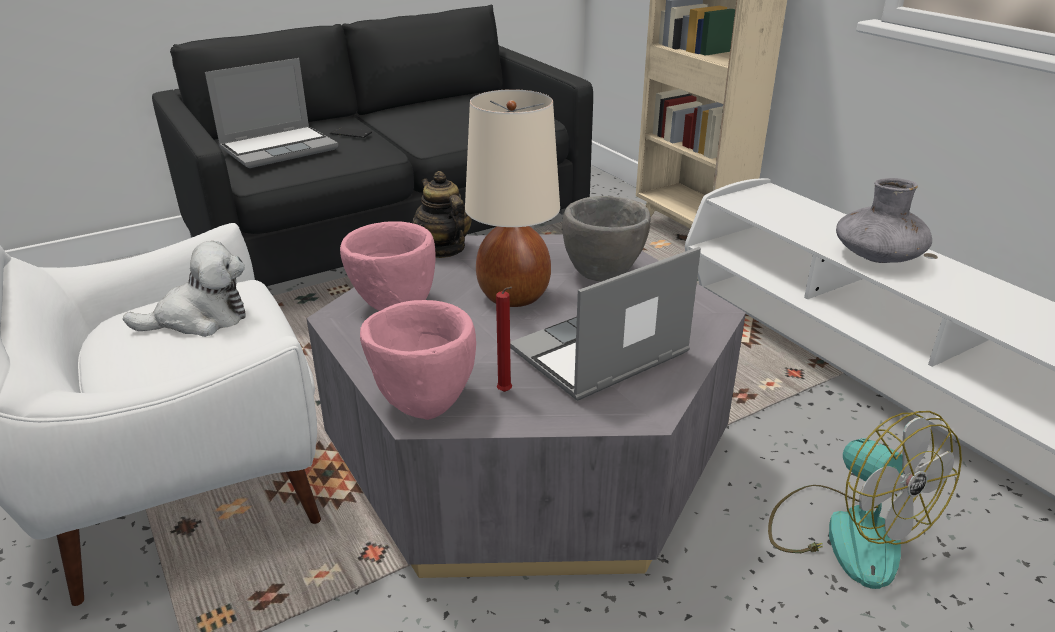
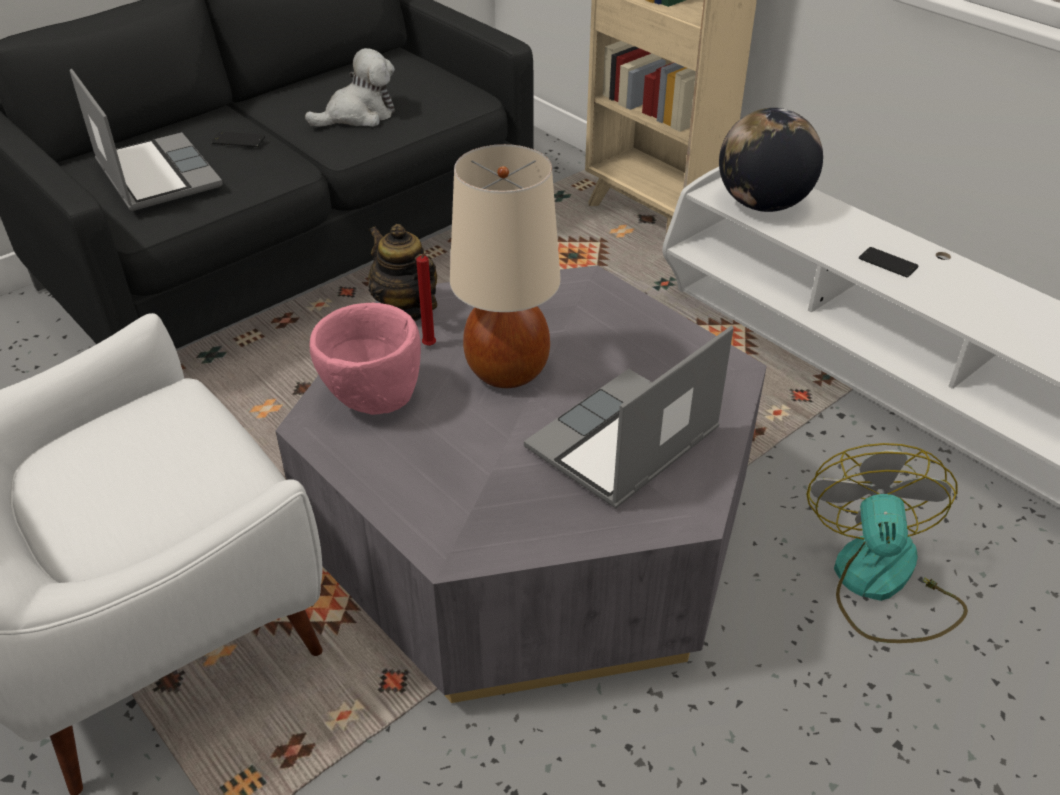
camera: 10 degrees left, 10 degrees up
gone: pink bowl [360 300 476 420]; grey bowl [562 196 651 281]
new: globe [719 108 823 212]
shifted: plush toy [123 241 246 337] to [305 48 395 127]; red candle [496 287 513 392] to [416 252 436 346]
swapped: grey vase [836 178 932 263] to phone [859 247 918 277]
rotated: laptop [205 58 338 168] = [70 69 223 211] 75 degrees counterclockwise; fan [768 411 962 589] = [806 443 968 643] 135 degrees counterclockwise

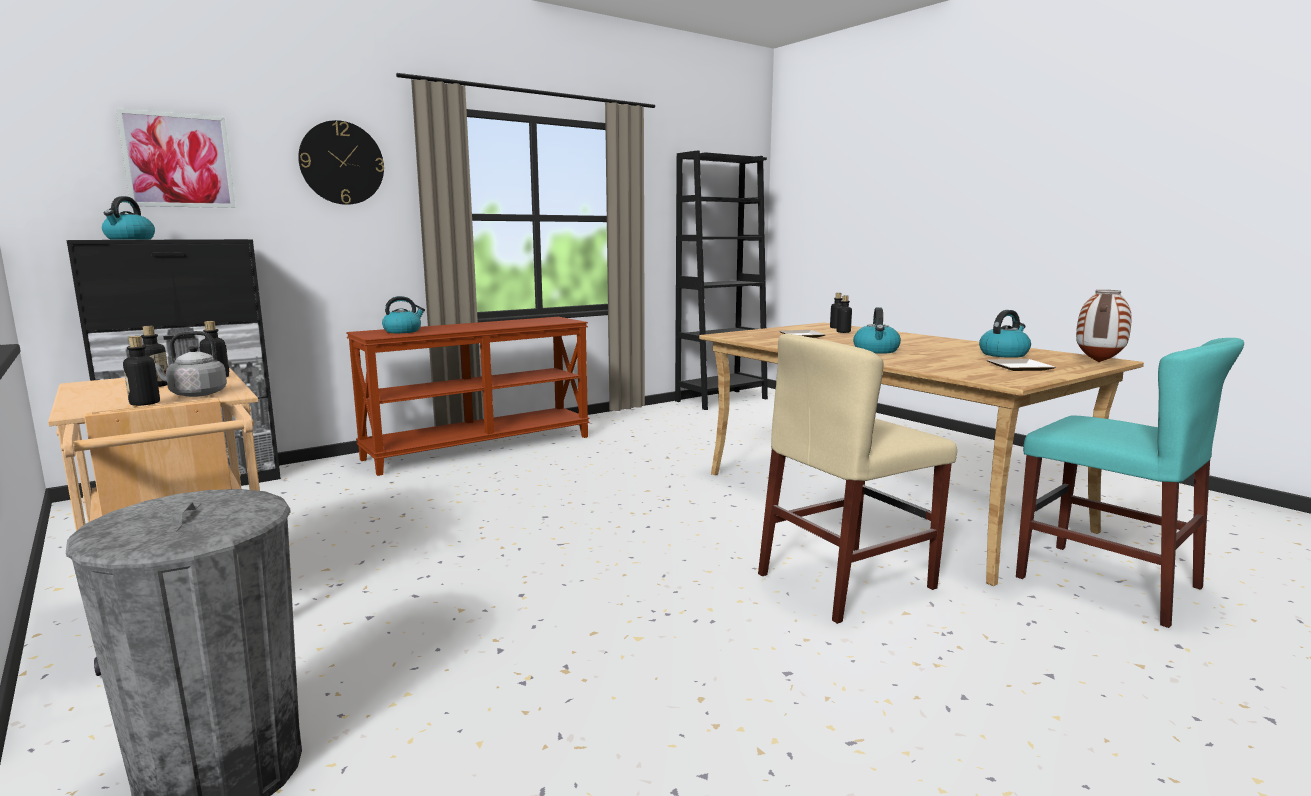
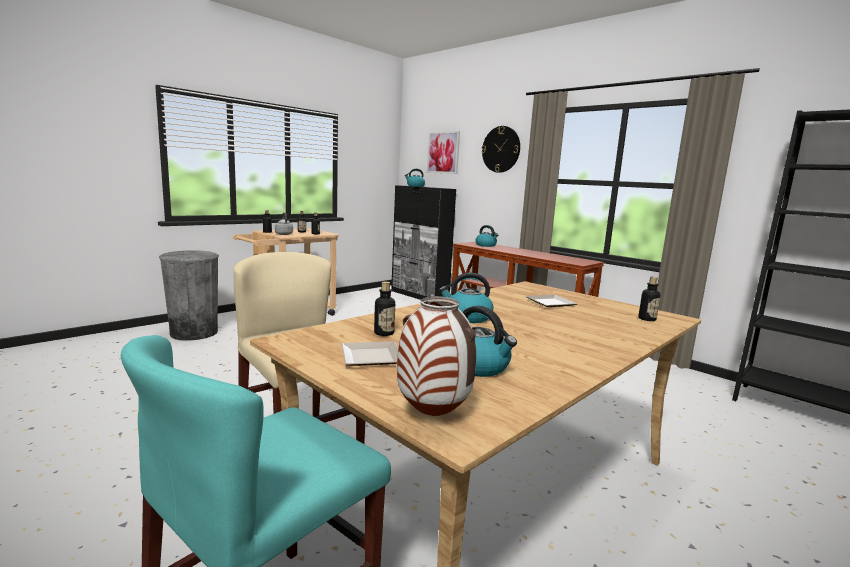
camera: 80 degrees right, 0 degrees up
shifted: bottle [837 295 852 333] to [374 281 395 336]

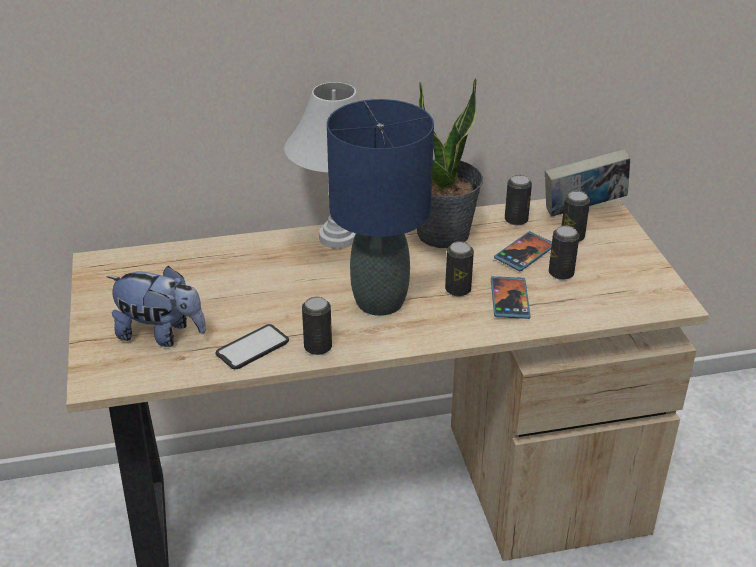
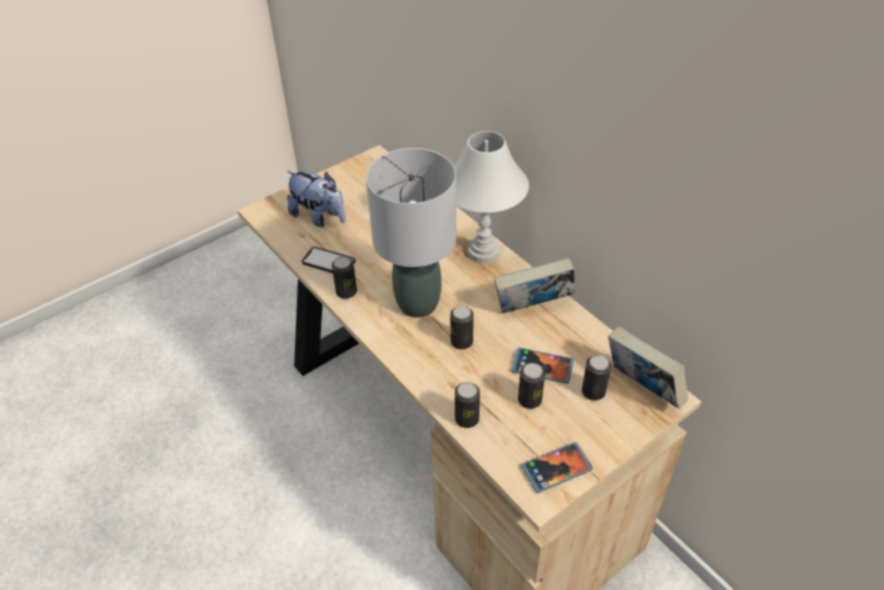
camera: 65 degrees right, 10 degrees up
shifted: can [505 175 532 225] to [455 382 480 428]; phone [491 276 530 319] to [521 442 593 493]
swapped: potted plant [417 78 483 248] to book [494 257 575 313]
repainted: blue table lamp [327 99 434 316] to grey table lamp [366 148 456 318]
rotated: plush toy [107 266 206 347] = [287 171 346 227] 45 degrees counterclockwise

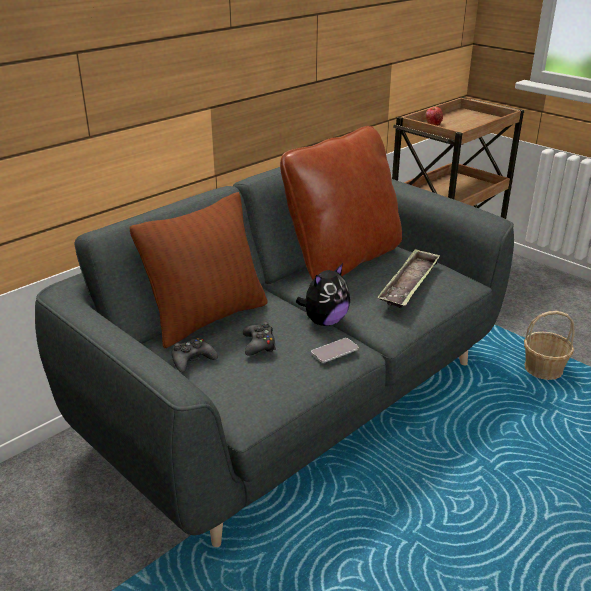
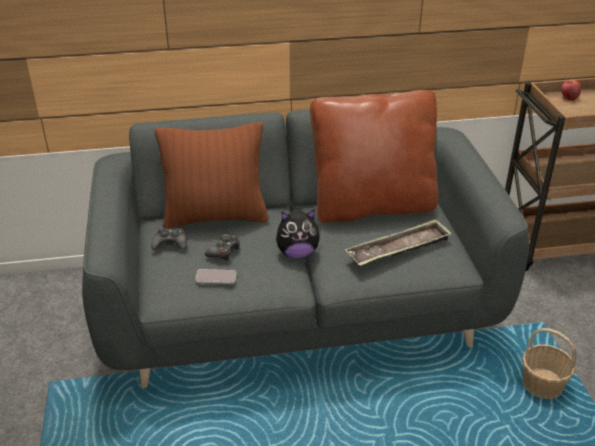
camera: 35 degrees right, 5 degrees up
shifted: phone [311 338 359 363] to [195 269 237 284]

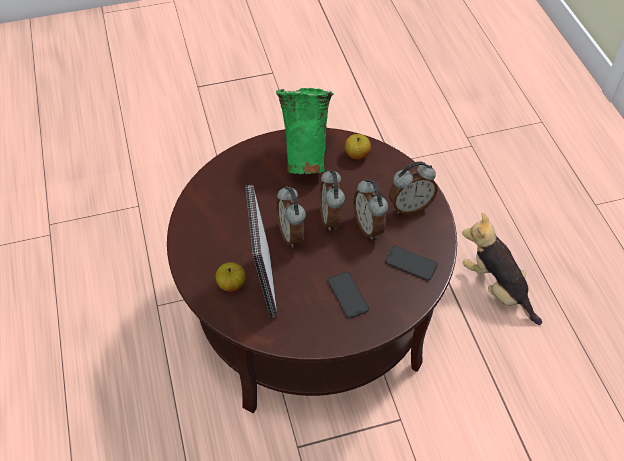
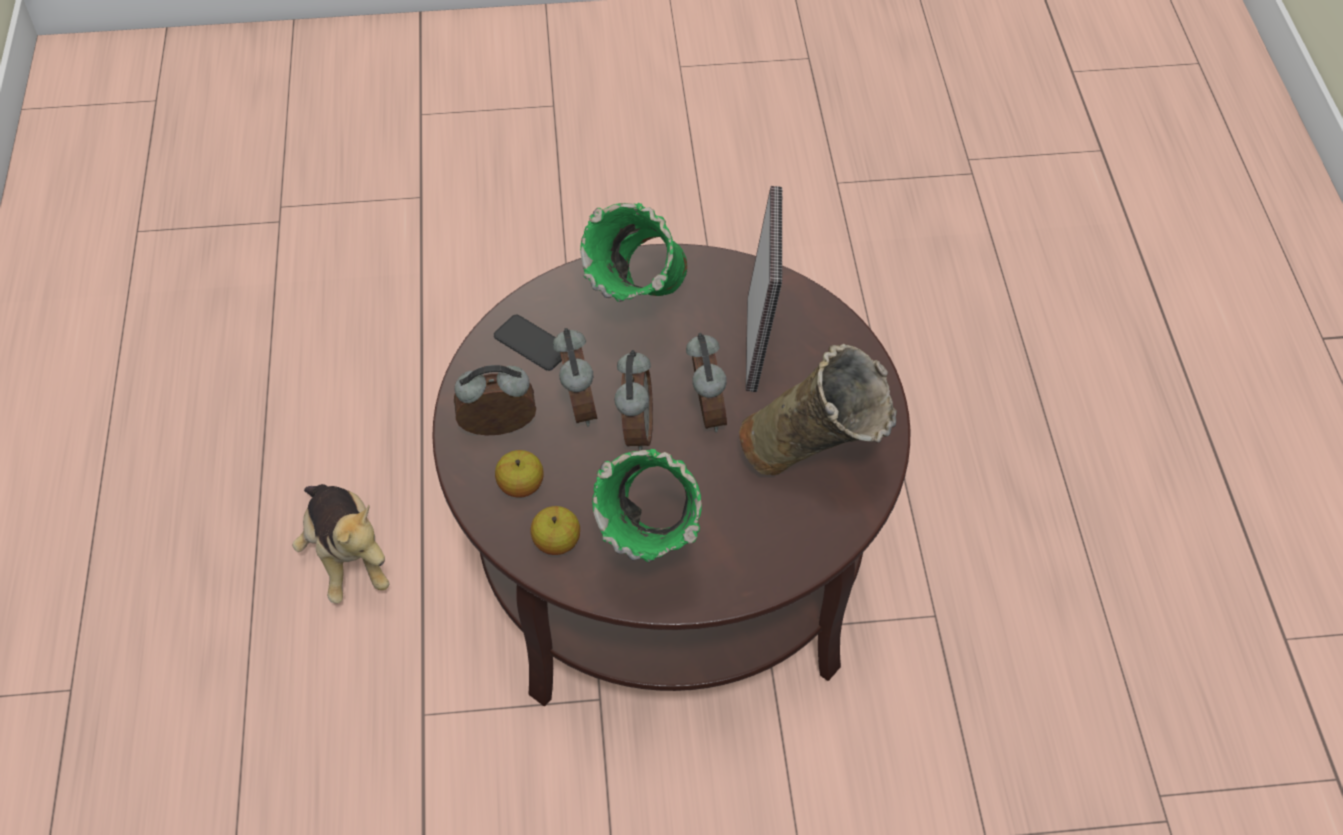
camera: 170 degrees left, 0 degrees up
new: beige vase [739 344 897 476]
shifted: apple [215 262 246 292] to [495 450 543 498]
swapped: phone [328 272 369 318] to green vase [580 203 687 302]

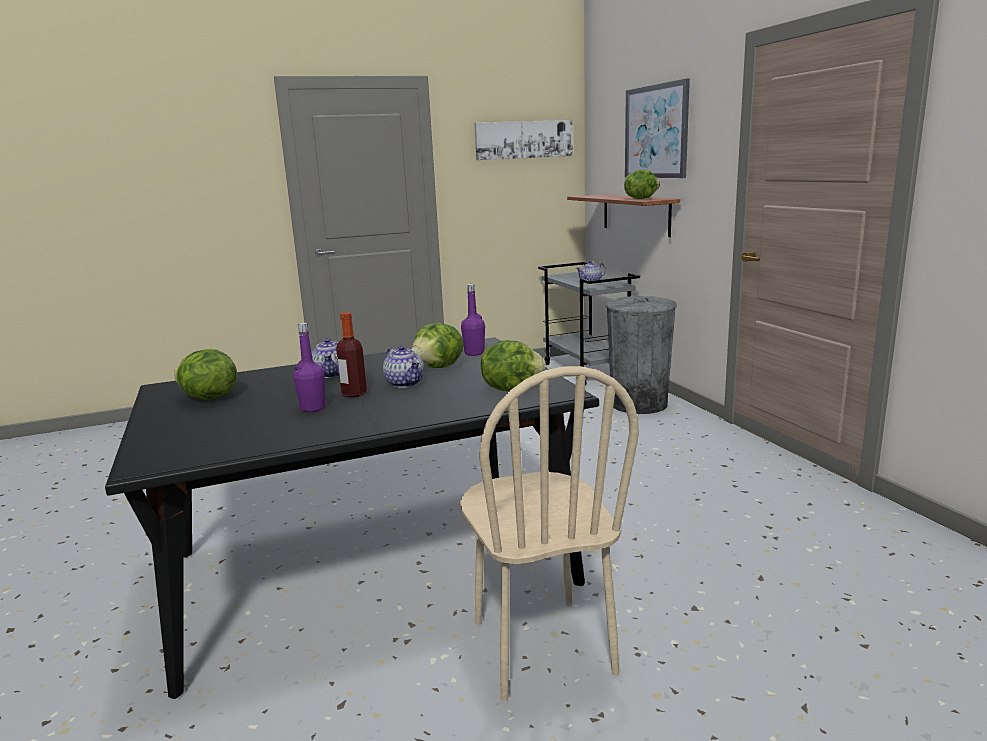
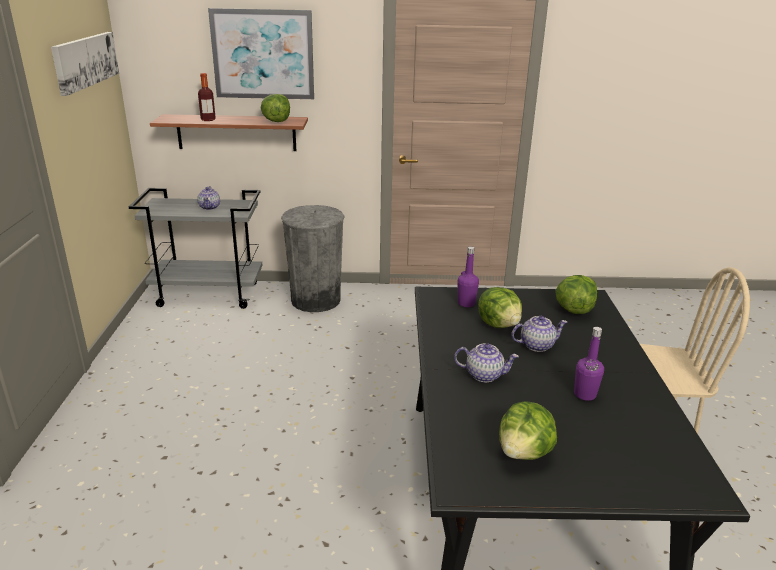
camera: 70 degrees left, 10 degrees up
shifted: bottle [336 312 367 397] to [198 73 216 121]

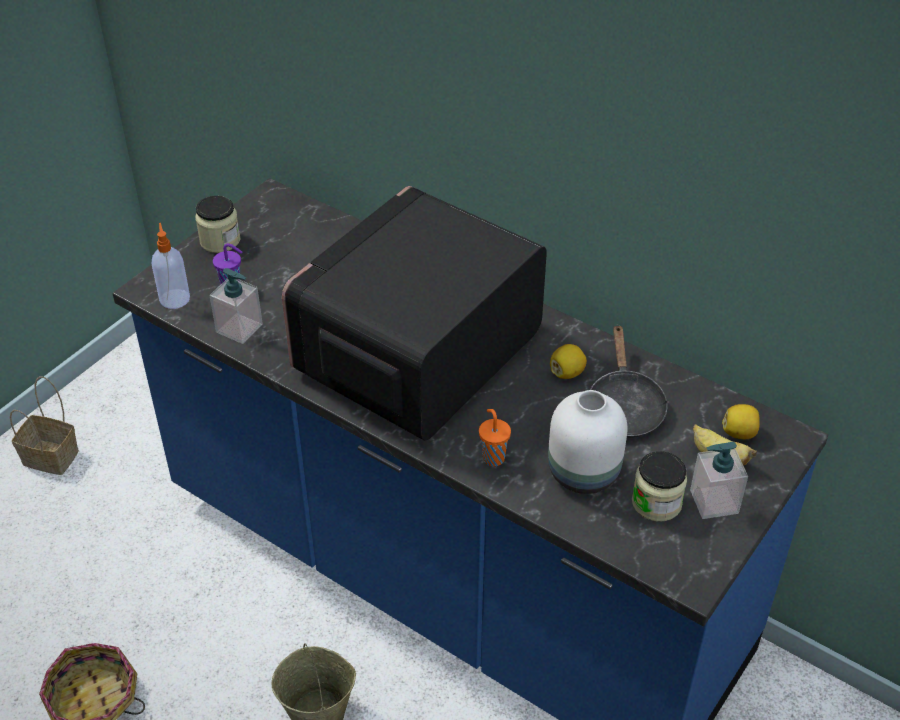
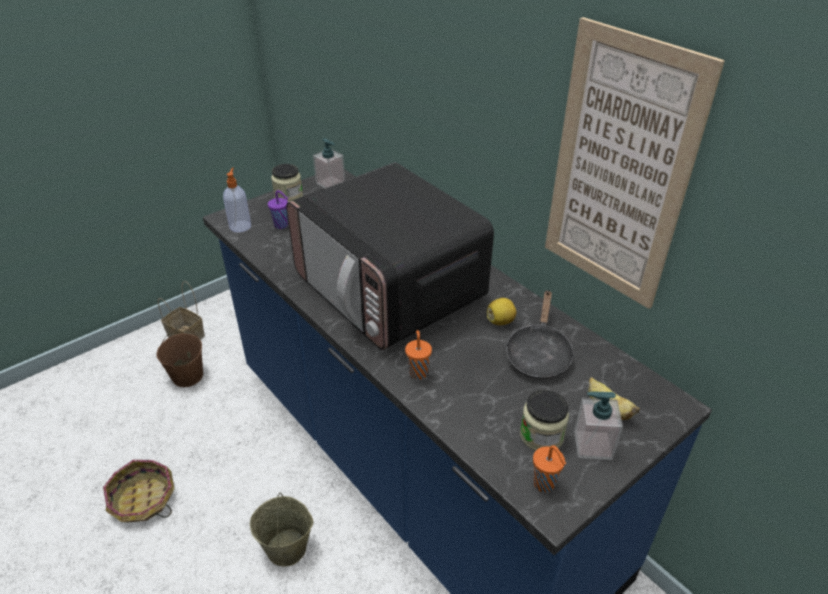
camera: 15 degrees right, 5 degrees down
gone: white vase [548 390 627 494]; lemon [722 404 760 439]
new: brown bucket [157 328 203 387]; orange cup [533 445 566 492]; picture [545 17 725 309]
shifted: soap dispenser [210 268 263 344] to [313 138 345 188]
rotated: microwave [282 186 547 441] = [286 163 494 350] 90 degrees counterclockwise

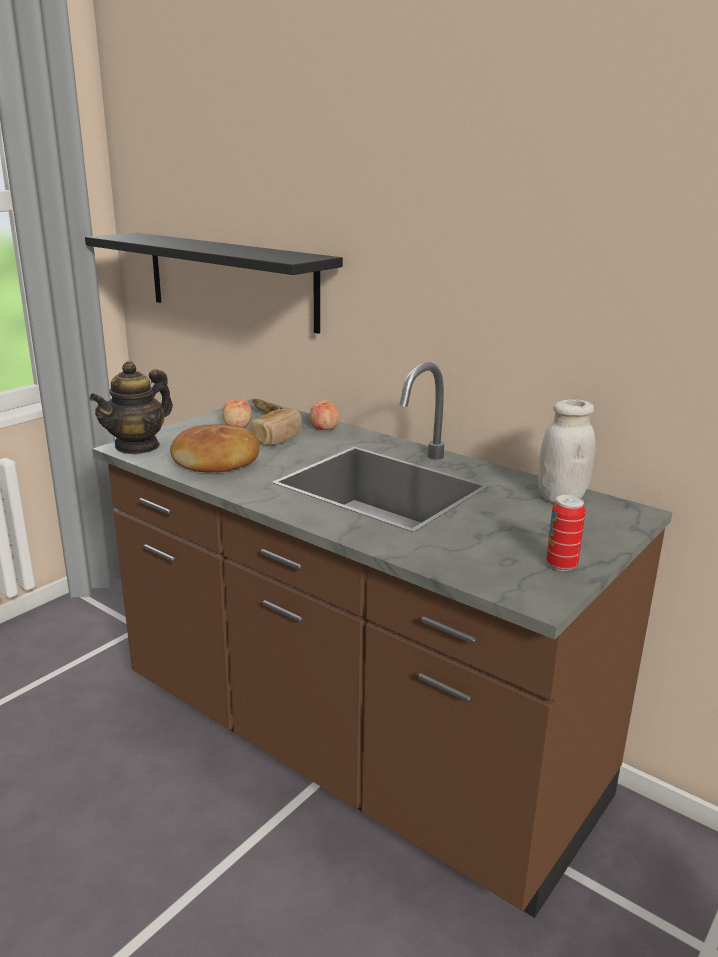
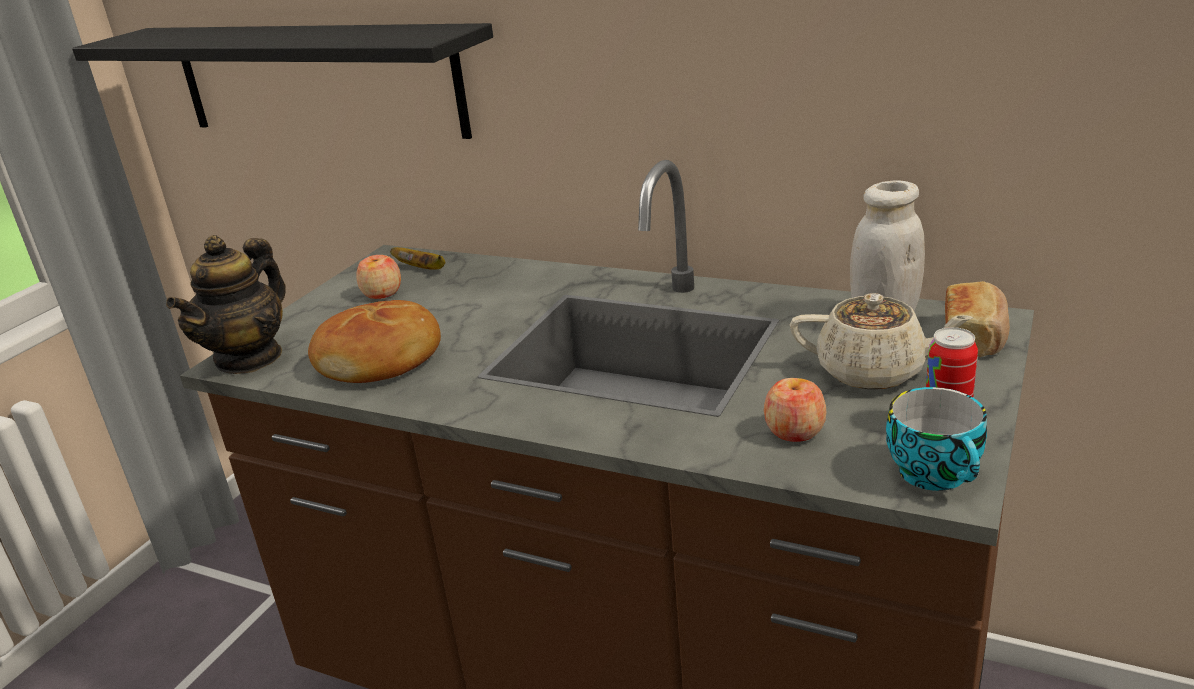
camera: 10 degrees left, 5 degrees up
new: beige teapot [790 293 973 389]; cup [886 387 987 491]
shifted: apple [310 400 339 430] to [764 378 826 442]; bread [251 409 302 445] to [945 281 1010 357]

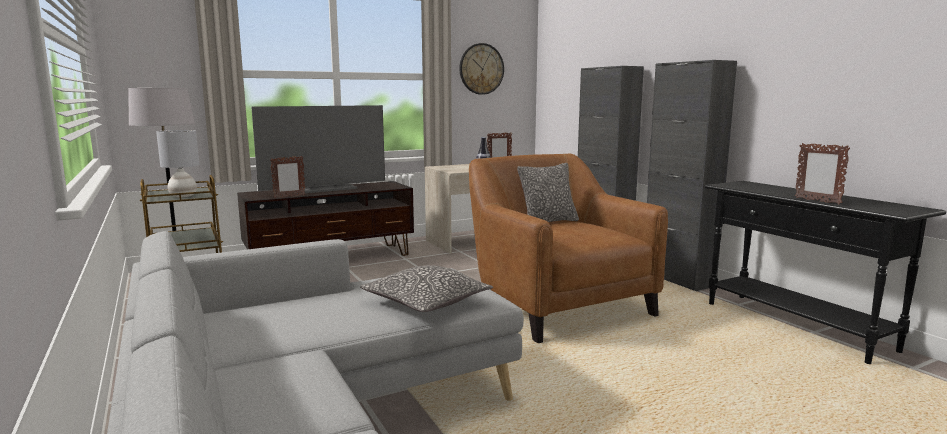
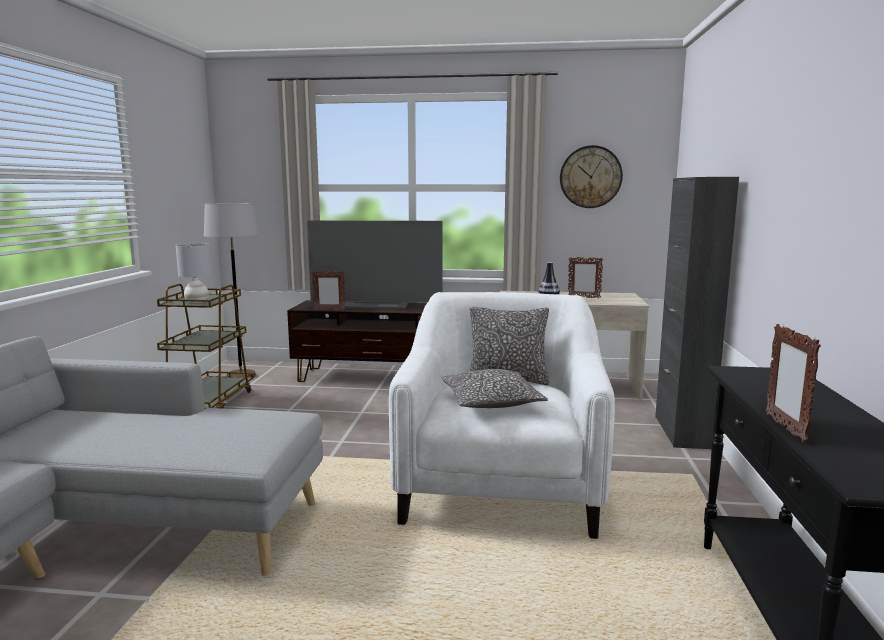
camera: 35 degrees right, 0 degrees up
gone: black cabinet [647 60 737 291]
shifted: pillow [359 265 493 312] to [441 369 548 408]
repainted: brown armchair [469 154 668 343] to white armchair [389 292 615 539]

